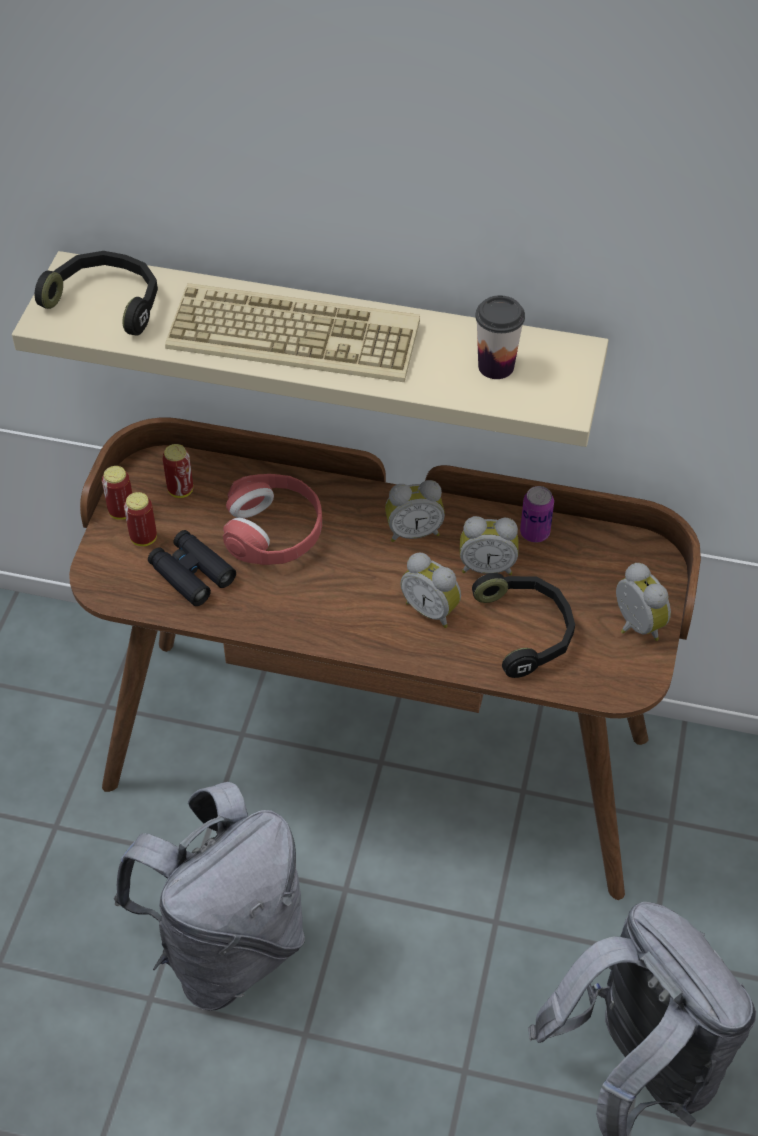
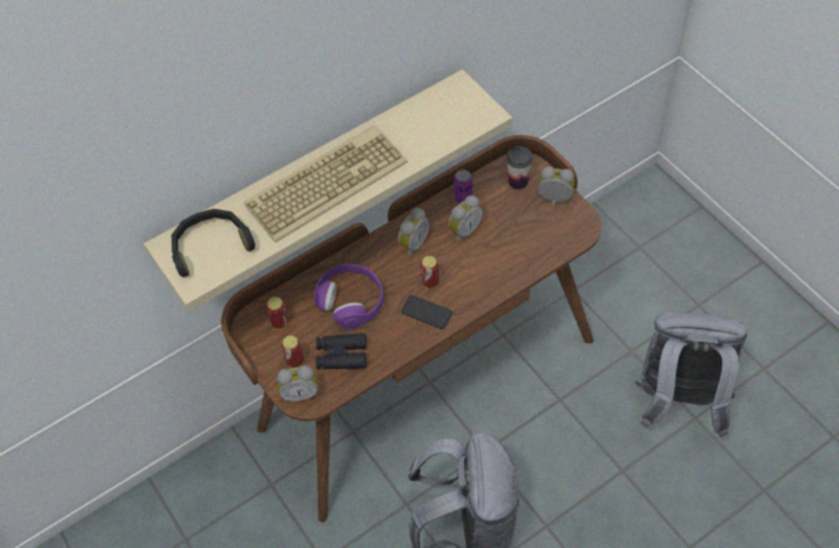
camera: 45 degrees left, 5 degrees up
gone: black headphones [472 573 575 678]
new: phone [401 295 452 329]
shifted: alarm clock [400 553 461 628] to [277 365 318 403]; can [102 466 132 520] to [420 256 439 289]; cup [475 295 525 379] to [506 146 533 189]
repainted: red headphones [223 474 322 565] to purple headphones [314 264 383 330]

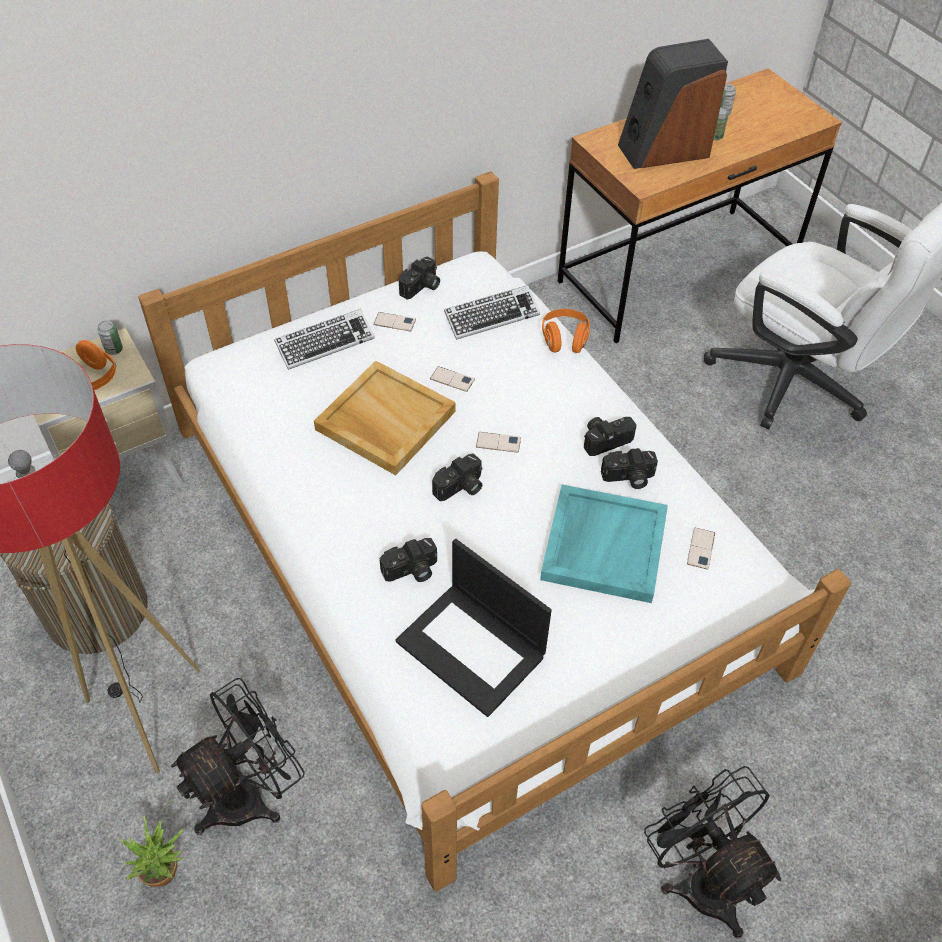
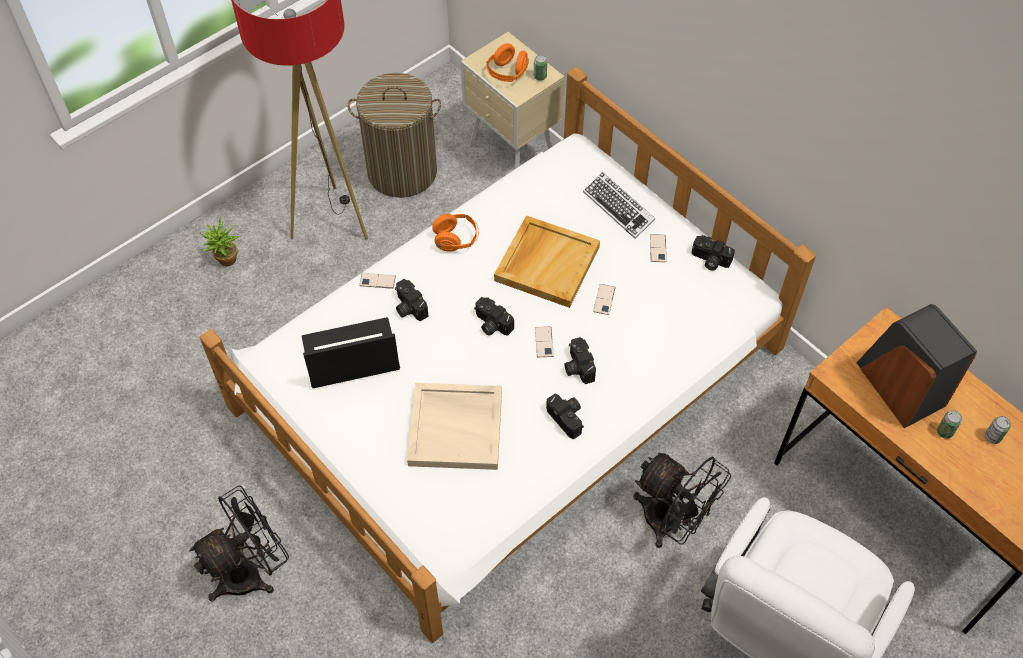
camera: 80 degrees right, 5 degrees up
gone: keyboard [444 285 540 340]
shifted: phone [687 528 715 570] to [359 273 396 289]; orange headphones [542 309 590 353] to [432 214 479 252]; photo camera [601 448 658 489] to [564 337 596 384]; black fan [171 678 305 835] to [633 453 731 548]
repainted: turquoise tray [540 484 668 603] to beige tray [407 383 502 470]
rotated: laptop [395 539 552 717] = [302 317 400 388] 45 degrees clockwise

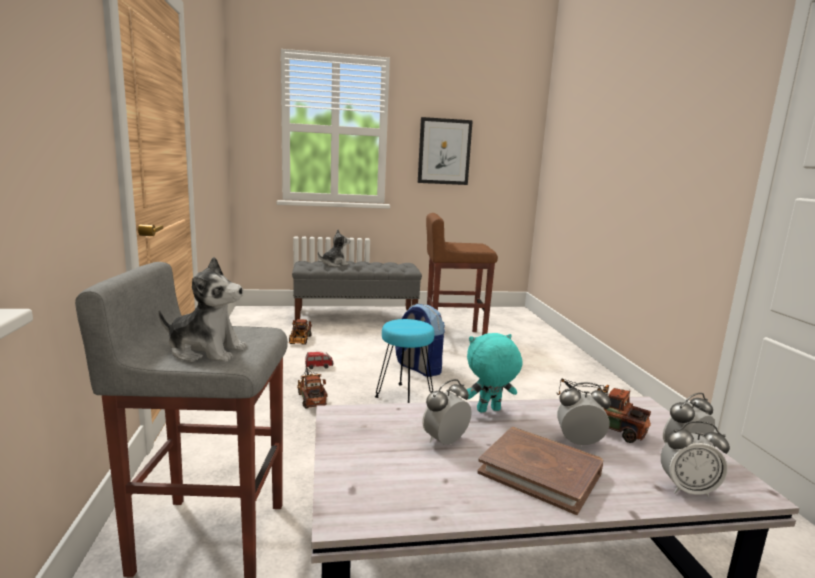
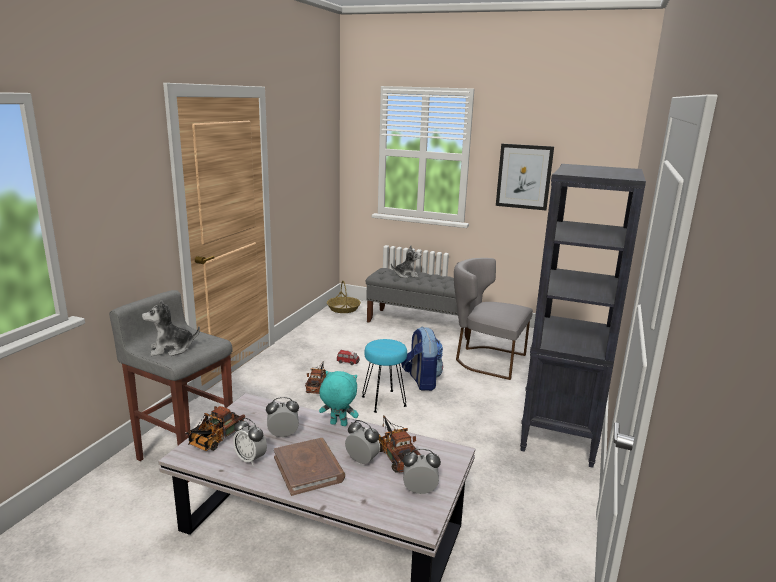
camera: 30 degrees right, 5 degrees up
new: basket [327 281 361 313]; black bookcase [520 164 646 468]
shifted: toy truck [289 319 312 345] to [188 406 245 451]; alarm clock [661 421 730 497] to [233 418 267 466]
swapped: brown stool [426 213 498 335] to grey chair [454 258 533 380]
rotated: plush toy [159 257 247 362] = [142 300 200 356] 120 degrees clockwise

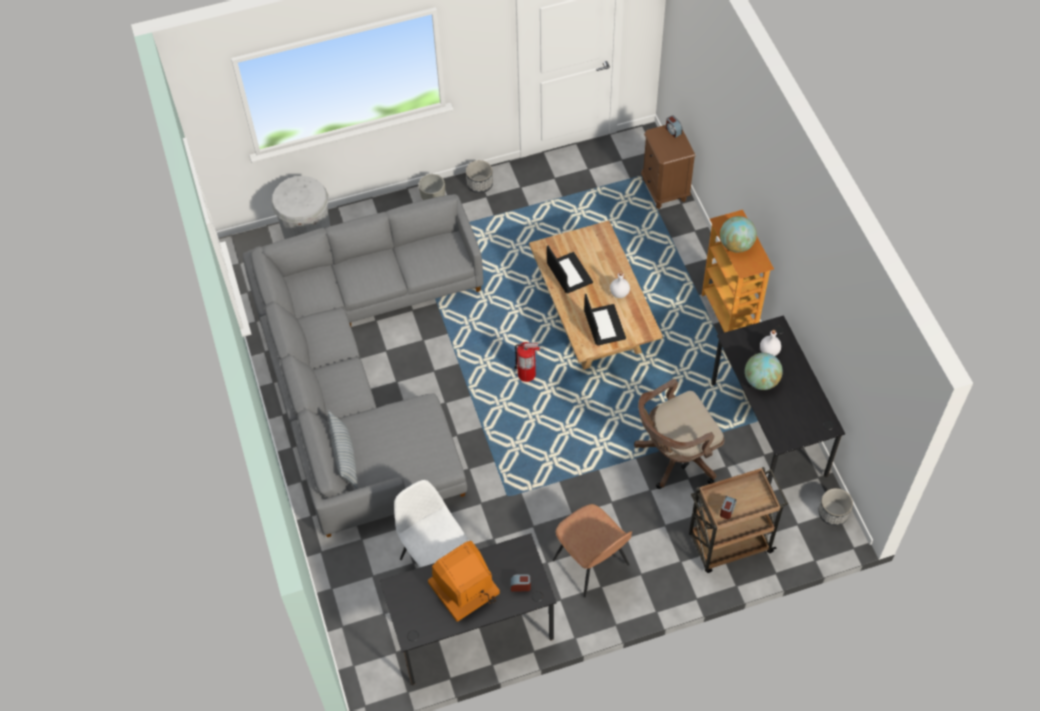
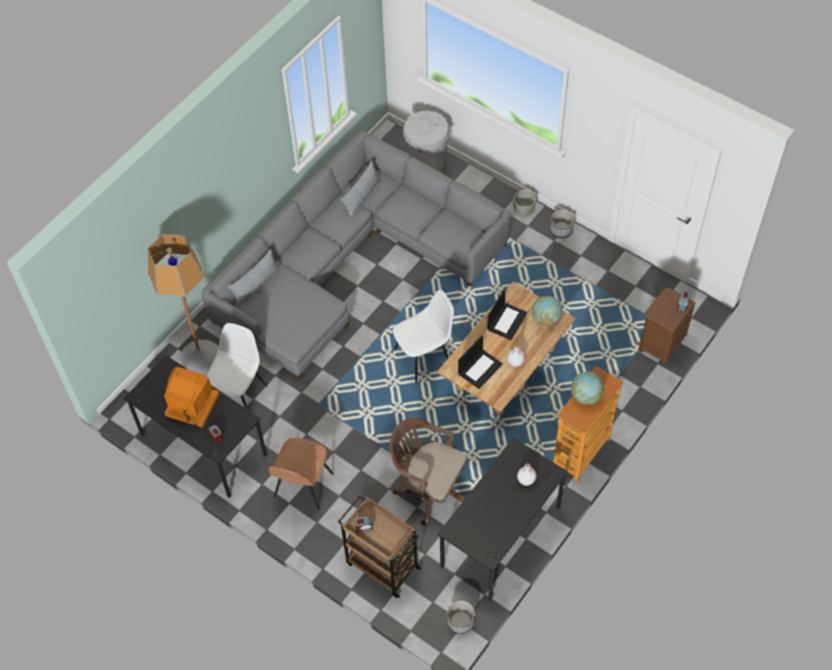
camera: 55 degrees right, 0 degrees up
new: floor lamp [148 234 218 376]; pillow [340 161 381 219]
shifted: globe [745 353 783 390] to [532 296 562 326]
swapped: fire extinguisher [514 342 540 382] to white chair [393 290 454 383]

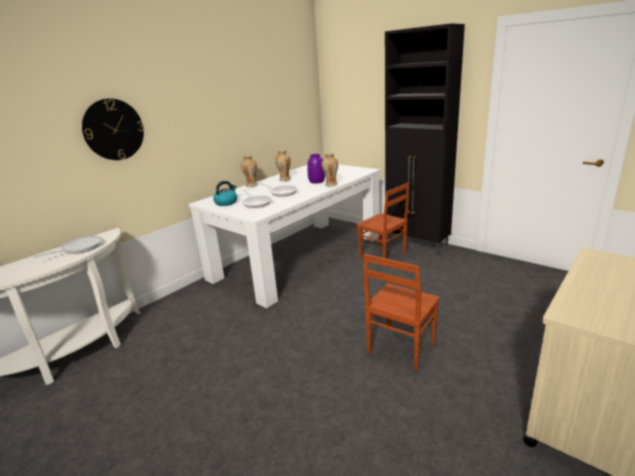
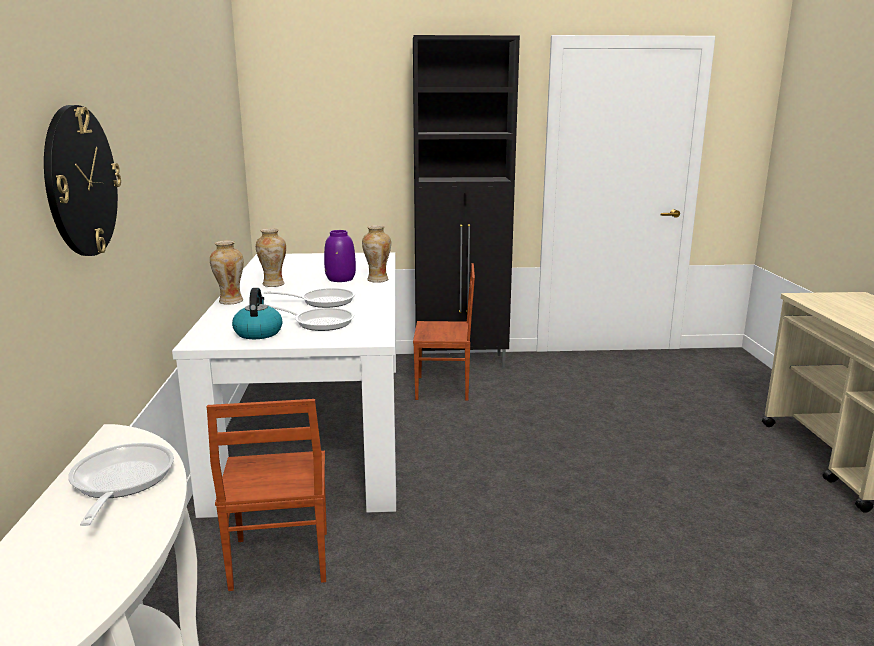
camera: 45 degrees left, 5 degrees down
shifted: brown chair [363 254 440 371] to [207 399 327 591]

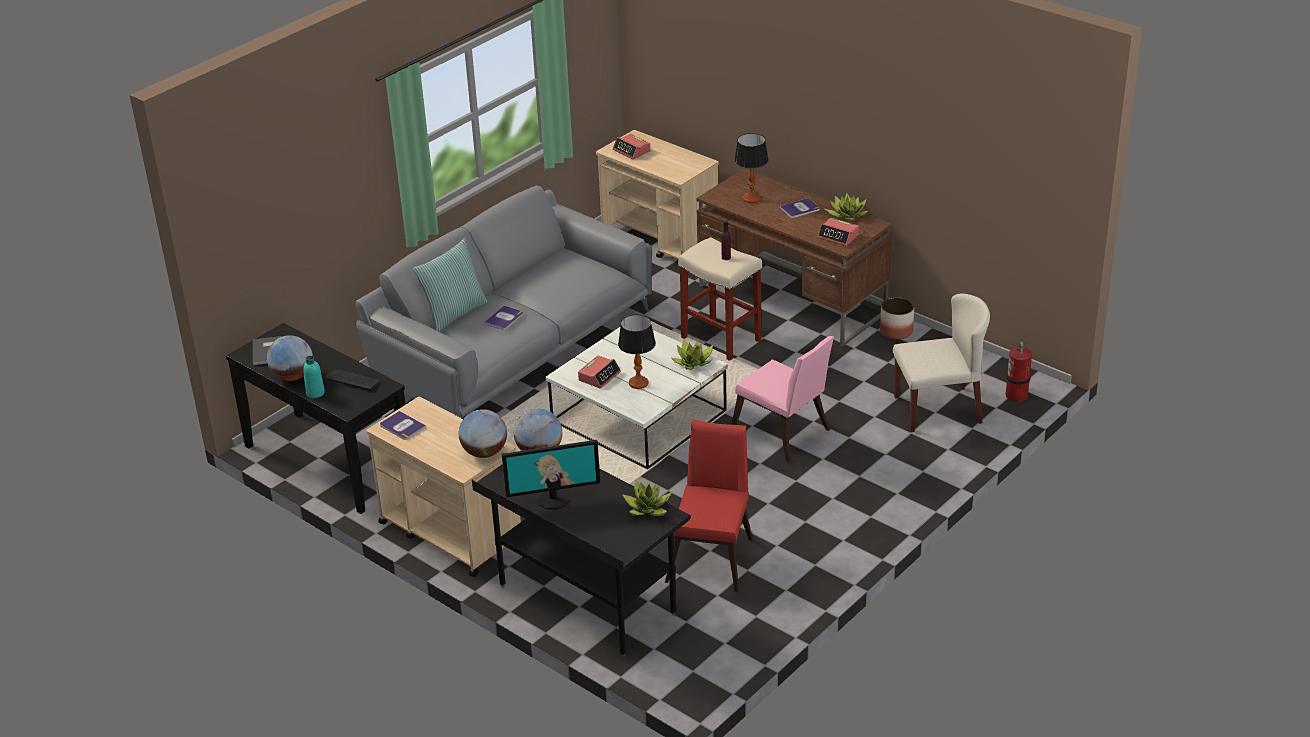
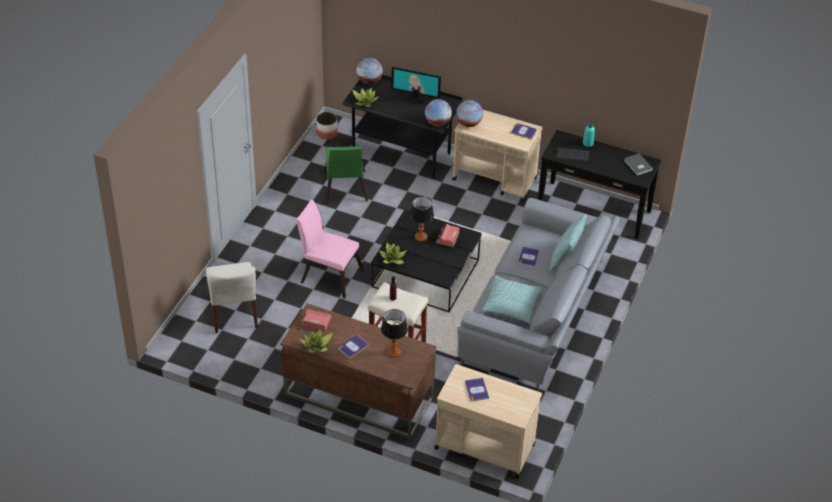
camera: 160 degrees right, 10 degrees up
gone: alarm clock [613 134 650 159]; fire extinguisher [1006 340 1032 402]
new: book [465 378 489 401]; pillow [481 276 542 323]
shifted: planter [880 297 914 339] to [316 112 338 139]; globe [267 335 313 381] to [356 58 383 84]
repainted: red chair [665 420 753 592] to green chair [324 146 368 204]; white coffee table [545 327 728 469] to black coffee table [371 209 482 312]
rotated: beige chair [893 293 990 432] = [206 262 258 333] 75 degrees counterclockwise; monitor [502 440 600 509] = [391 66 441 104] 135 degrees counterclockwise

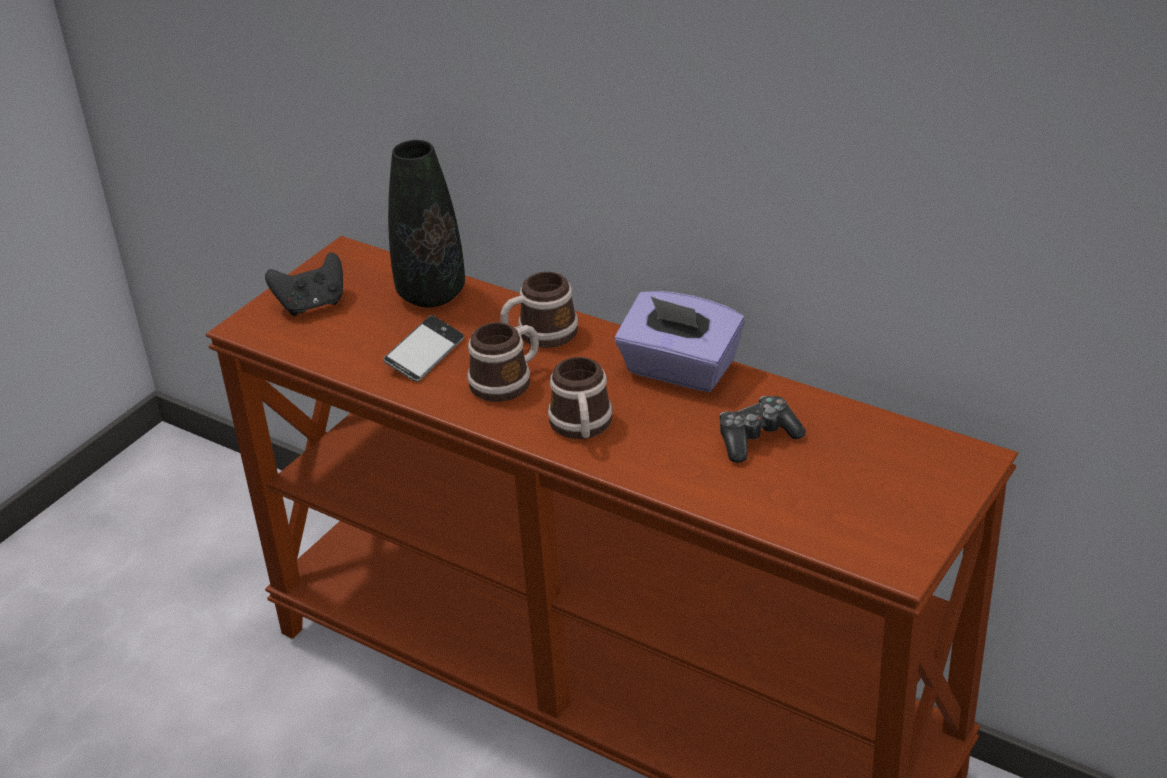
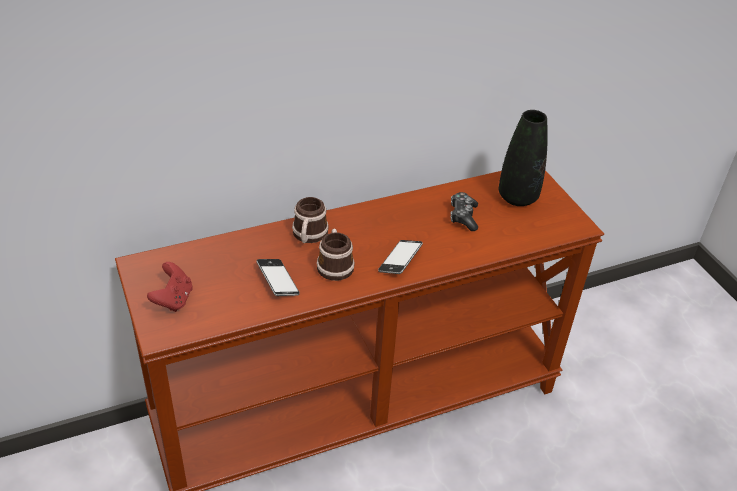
camera: 60 degrees left, 5 degrees up
gone: purple tissue box [615 291 745 392]
shifted: black vase [388 140 465 308] to [499 110 548 206]
swapped: mug [548 357 613 439] to phone [378 240 423 274]
repainted: black game controller [265 253 343 316] to red game controller [147 262 193 312]

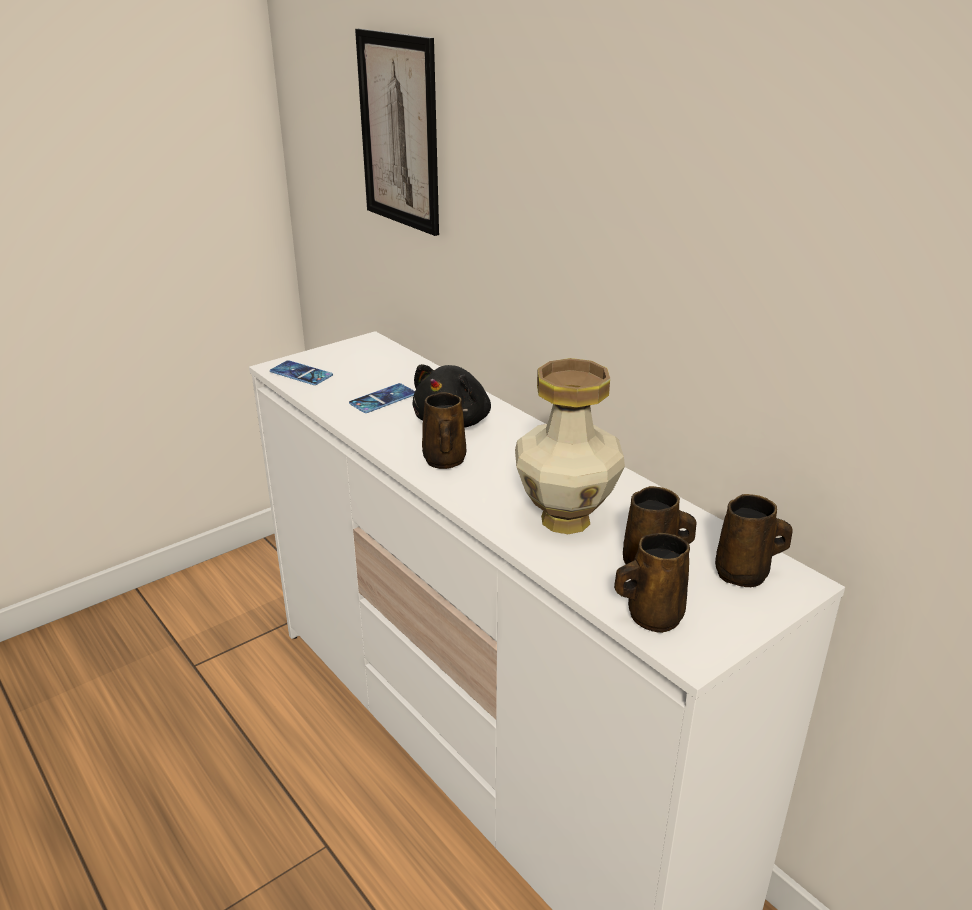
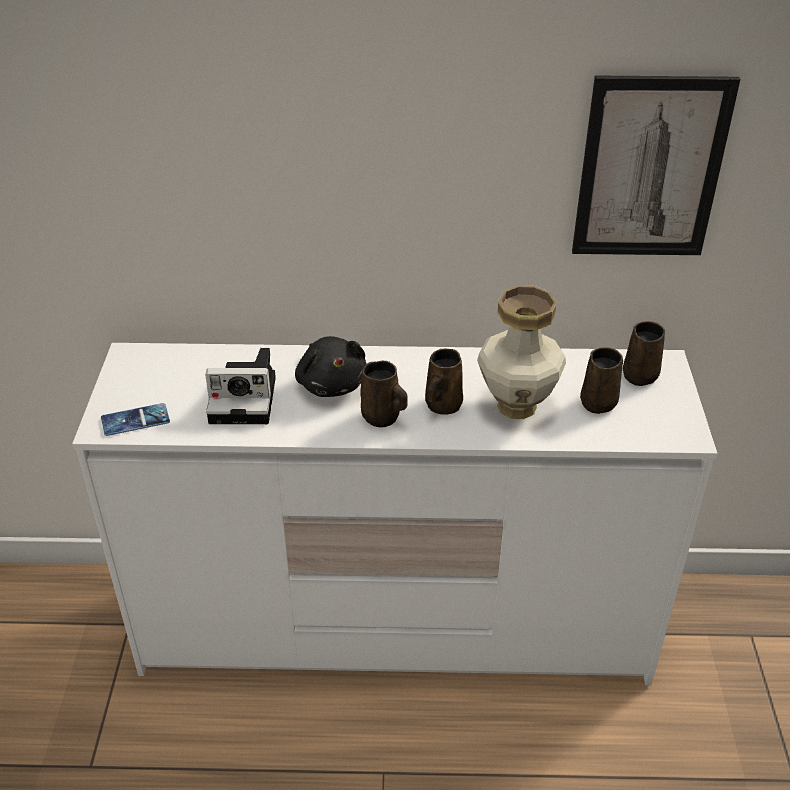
camera: 50 degrees left, 10 degrees up
shifted: brown mug [614 533 690 633] to [425 349 463 414]; picture [355 29 439 236] to [572 75 741 255]
swapped: phone [349 383 415 413] to photo camera [205 348 276 424]

